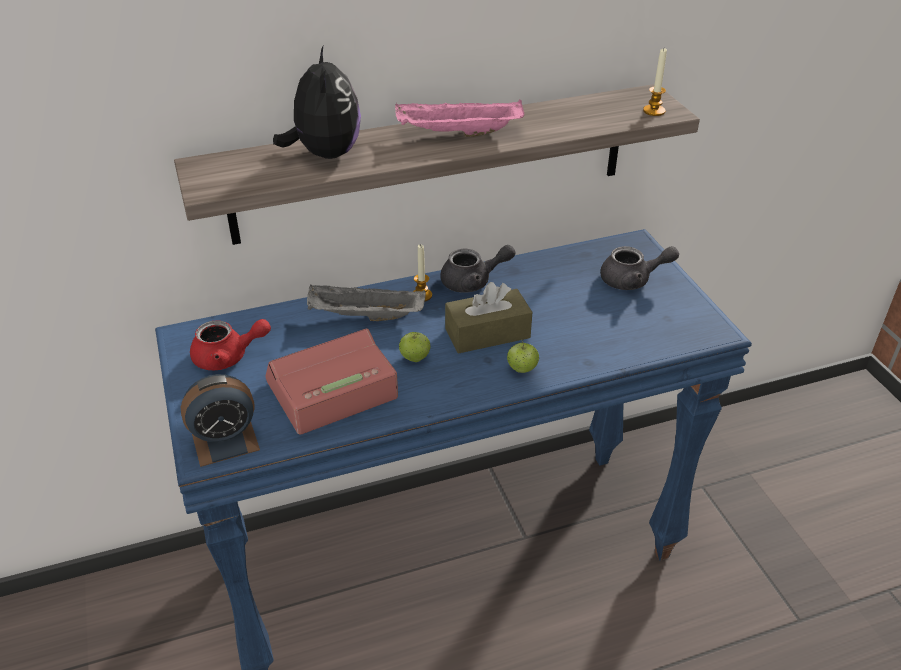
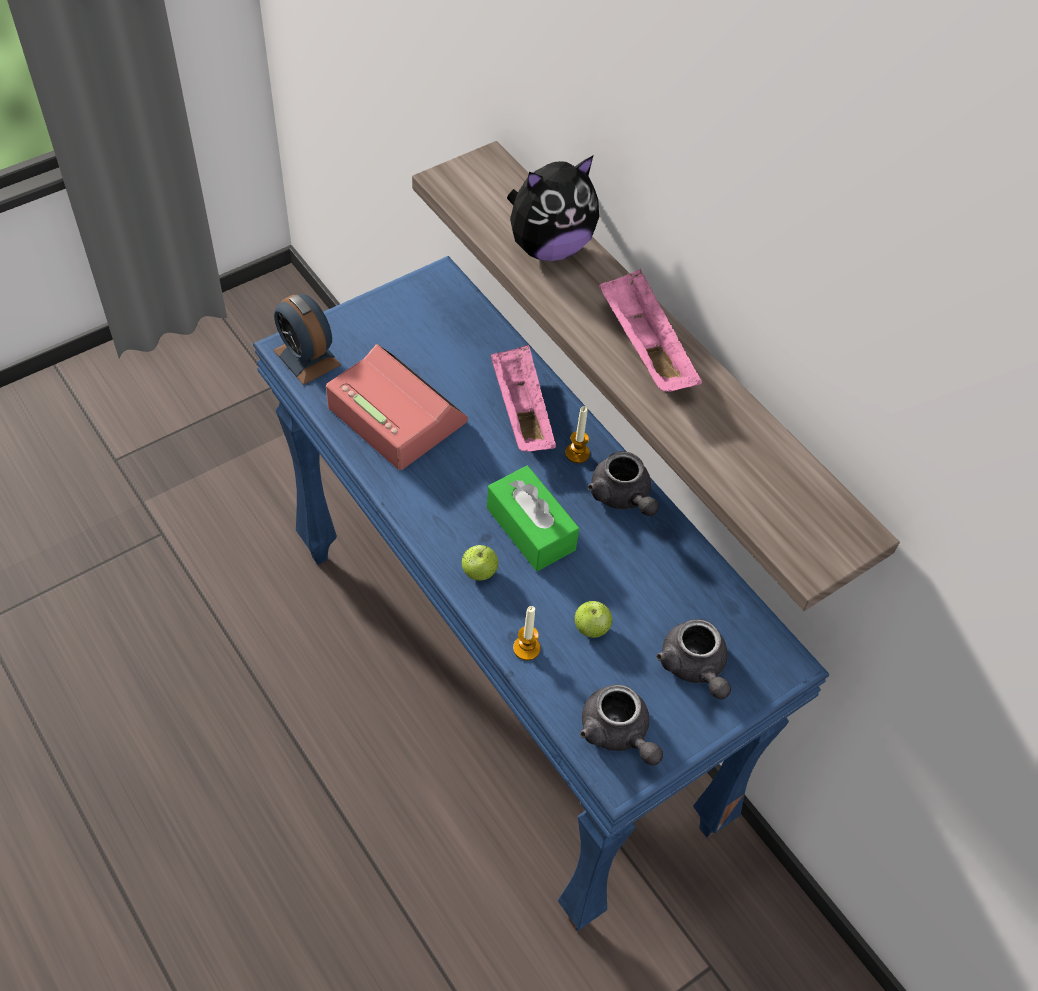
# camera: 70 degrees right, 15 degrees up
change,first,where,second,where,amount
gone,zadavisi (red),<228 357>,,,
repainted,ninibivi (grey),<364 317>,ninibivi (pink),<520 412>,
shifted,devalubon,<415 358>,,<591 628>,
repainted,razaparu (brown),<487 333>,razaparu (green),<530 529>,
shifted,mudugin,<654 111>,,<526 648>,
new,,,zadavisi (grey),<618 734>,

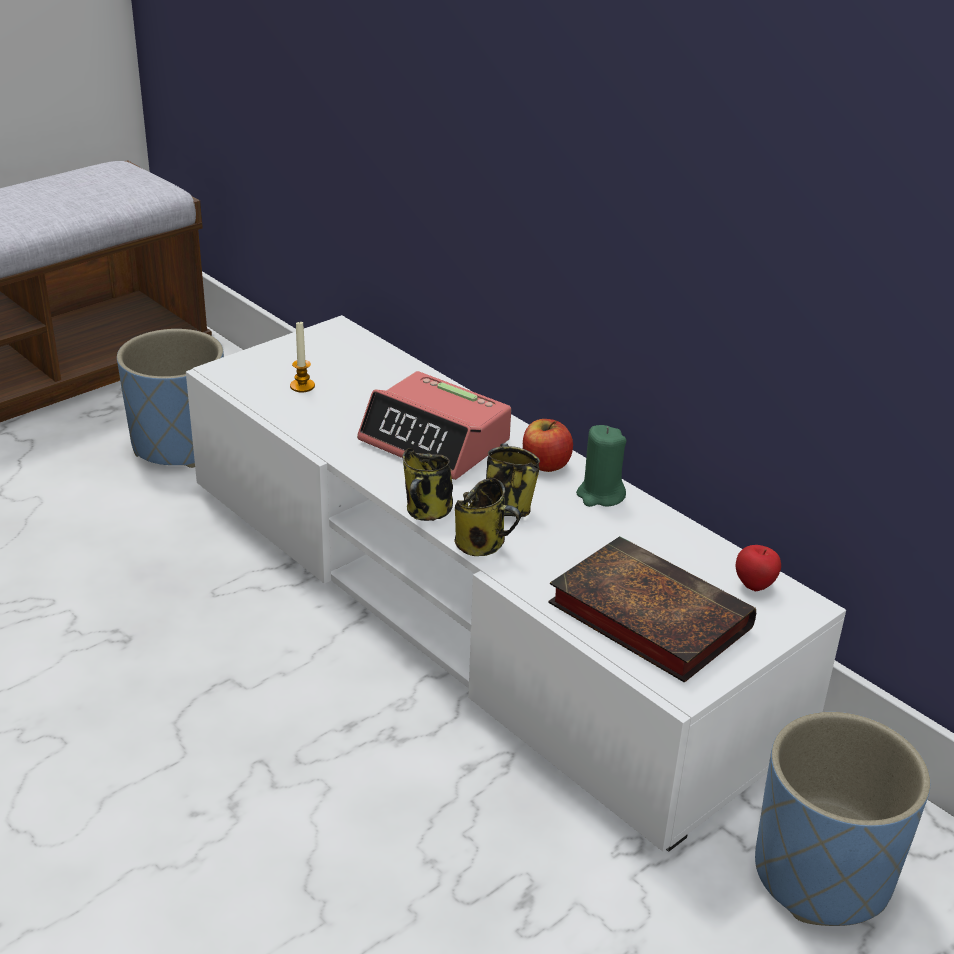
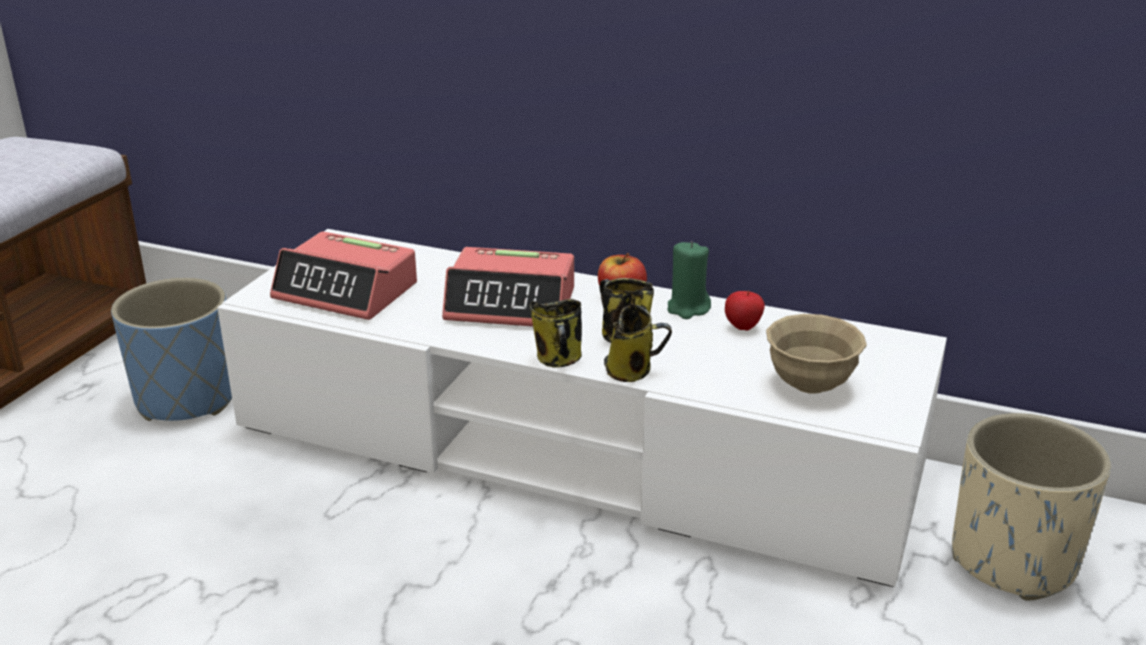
# camera: 25 degrees left, 5 degrees down
change,first,where,second,where,amount
swapped,mudugin,<302 386>,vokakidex,<346 291>,
swapped,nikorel,<644 615>,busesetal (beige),<810 384>,
shifted,devalubon,<755 586>,,<743 327>,
repainted,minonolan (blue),<822 875>,minonolan (beige),<1013 561>,

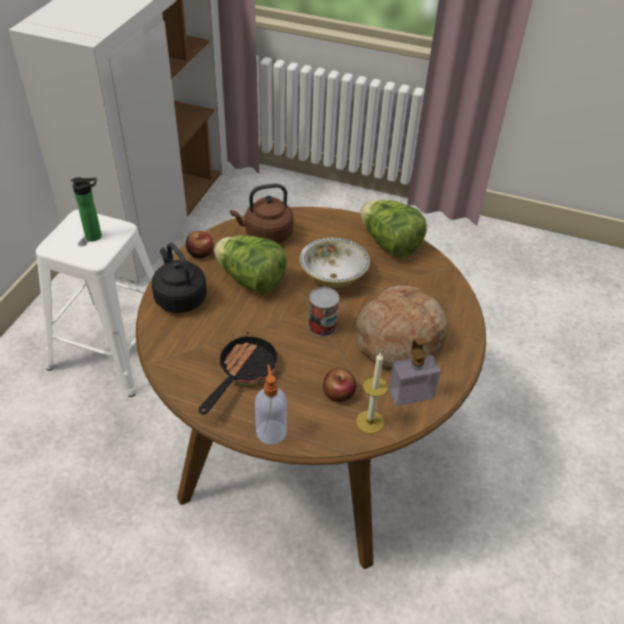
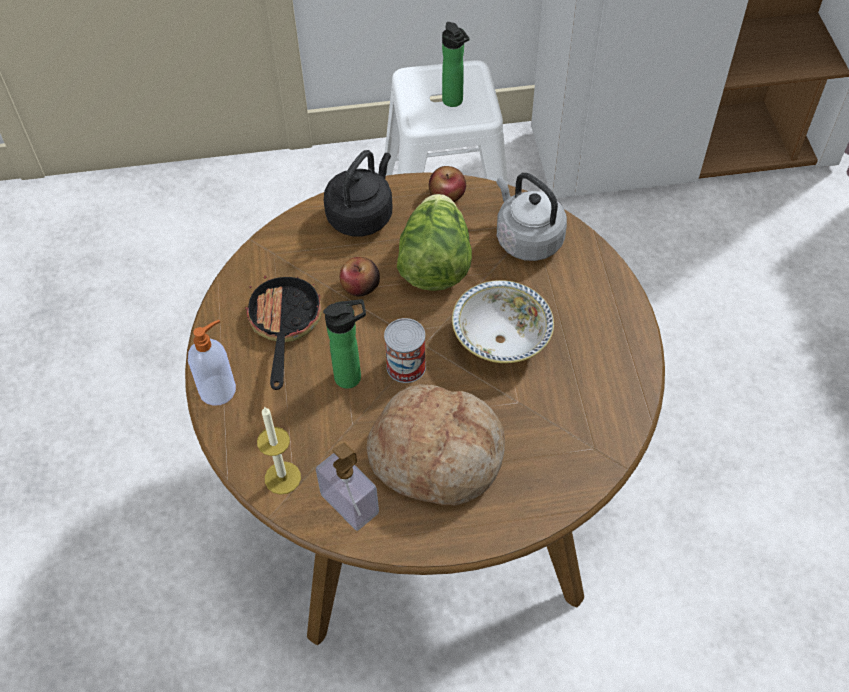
# camera: 65 degrees right, 10 degrees up
change,first,where,second,where,amount
rotated,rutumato,<242 374>,,<284 326>,90 degrees counterclockwise
repainted,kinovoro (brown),<266 235>,kinovoro (grey),<526 238>,
shifted,devalubon,<338 393>,,<360 286>,
gone,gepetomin,<389 244>,,,
new,,,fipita,<352 377>,

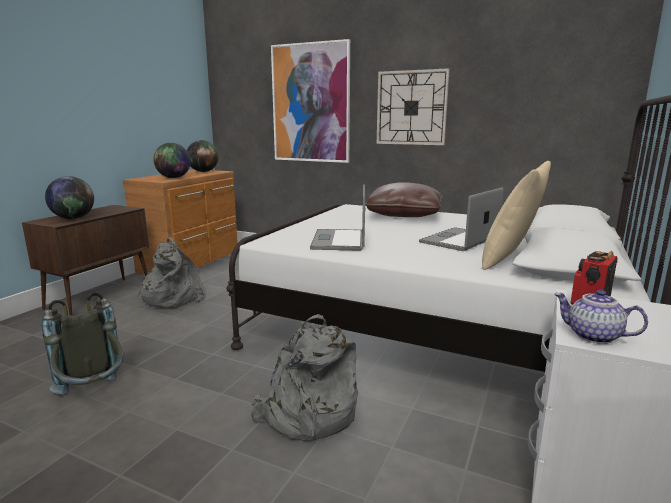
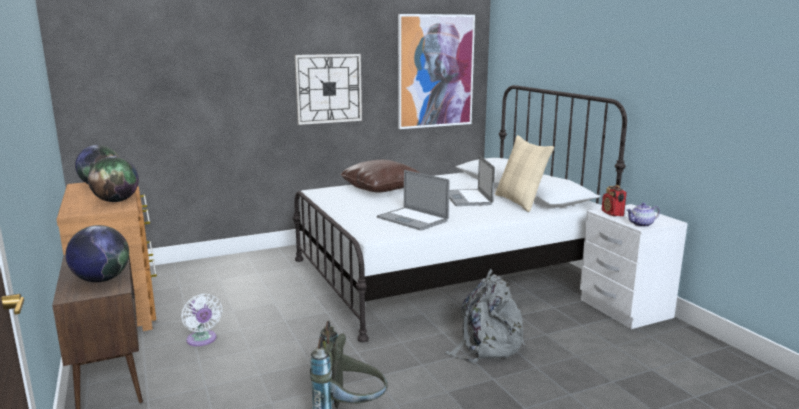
# camera: 50 degrees left, 0 degrees up
change,first,where,second,where,amount
swapped,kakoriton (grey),<172 298>,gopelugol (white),<202 340>,
shifted,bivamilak,<311 103>,,<435 71>,

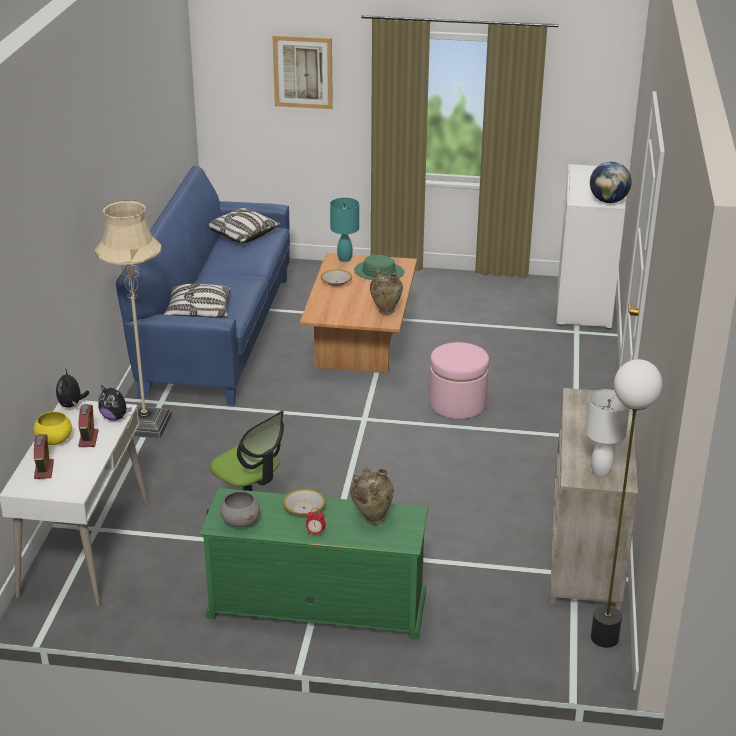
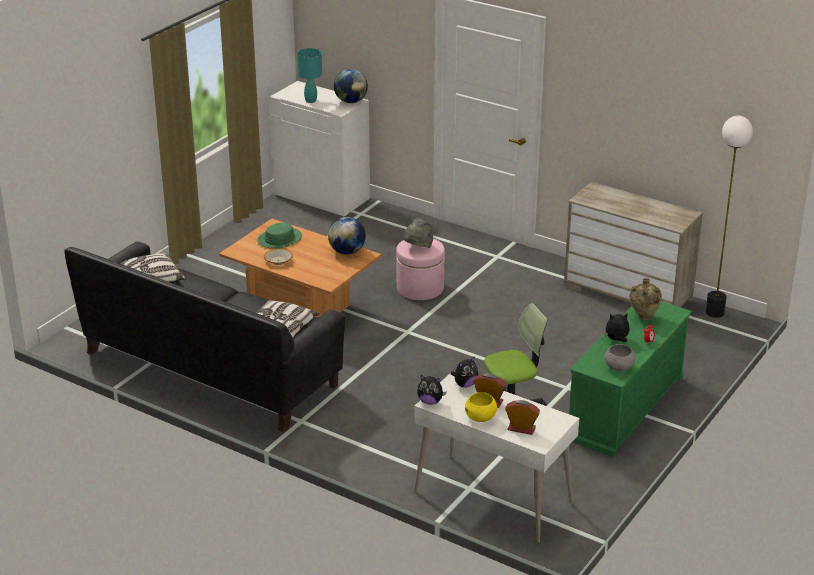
# camera: 65 degrees left, 0 degrees up
change,first,where,second,where,amount
gone,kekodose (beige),<145 424>,,,
repainted,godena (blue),<217 334>,godena (black),<210 369>,
gone,bivamilak,<303 72>,,,
swapped,busesetal,<304 508>,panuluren,<617 340>,
shifted,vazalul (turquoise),<345 258>,,<310 100>,
swapped,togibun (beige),<386 310>,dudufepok,<347 252>,
gone,vazalul (white),<601 471>,,,
new,,,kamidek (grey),<418 247>,

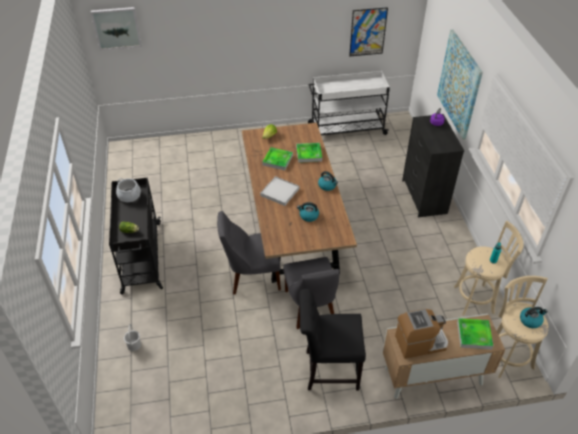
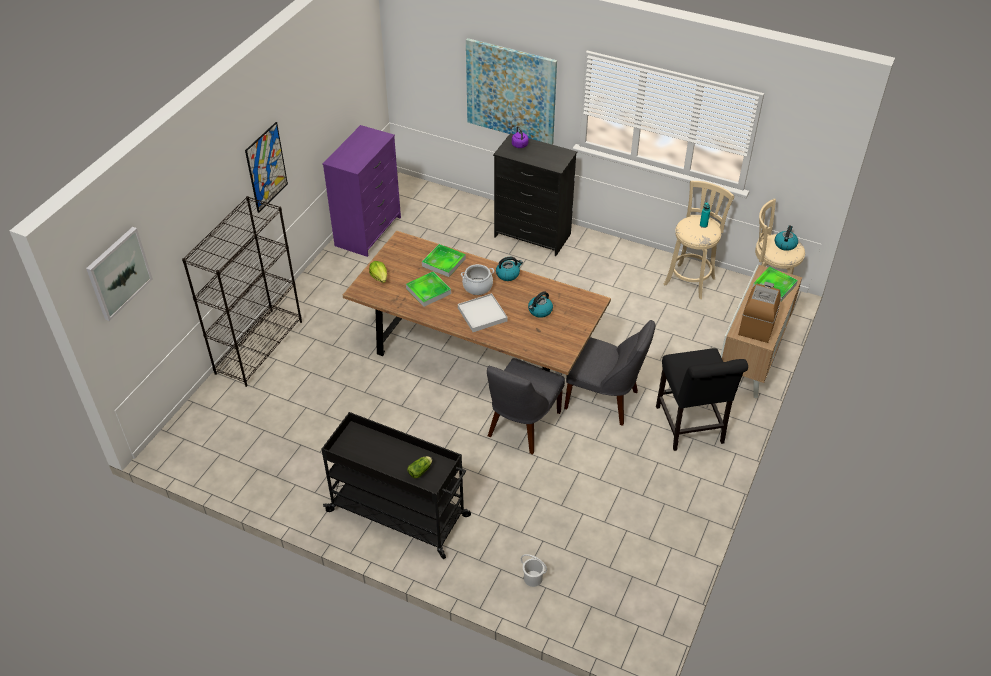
# camera: 55 degrees left, 0 degrees up
change,first,where,second,where,amount
shifted,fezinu,<129 196>,,<477 287>,
rotated,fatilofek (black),<328 370>,,<690 428>,45 degrees counterclockwise
swapped,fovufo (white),<346 129>,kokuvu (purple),<368 231>,
shifted,bivamilak,<368 32>,,<266 167>,
new,,,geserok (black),<259 346>,

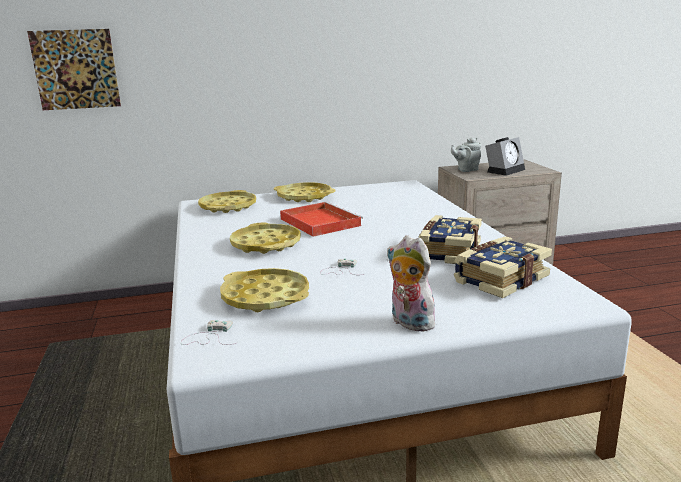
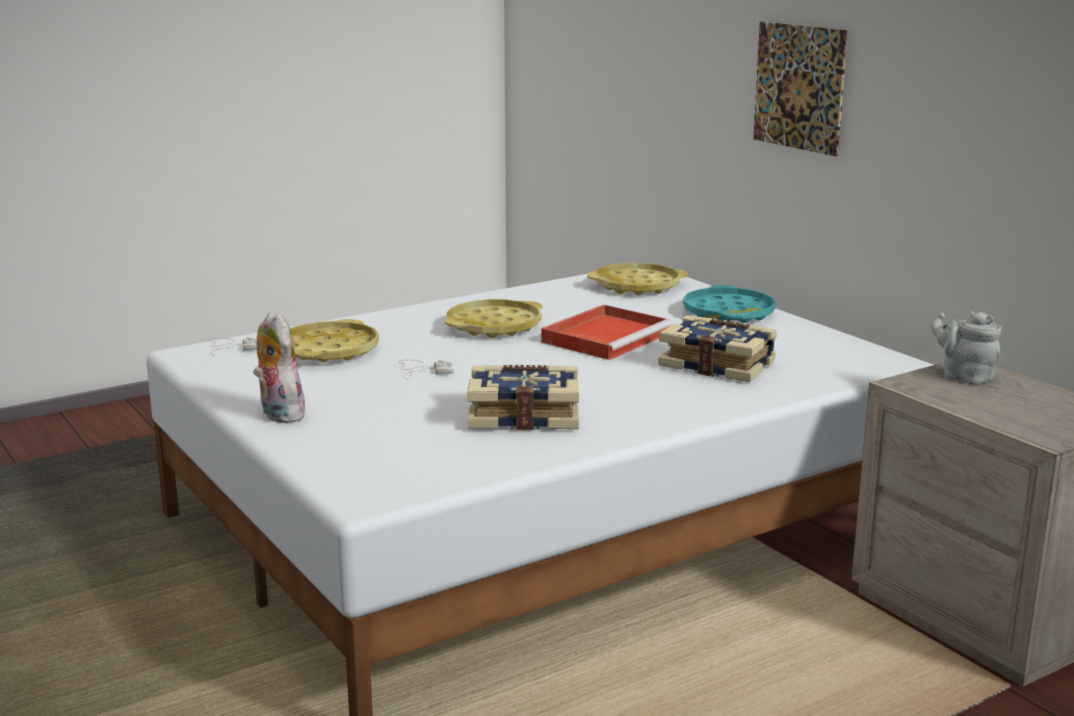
# camera: 70 degrees right, 0 degrees up
change,first,where,second,where,amount
shifted,bivamilak,<75 69>,,<799 87>,
repainted,ninibivi (yellow),<304 197>,ninibivi (turquoise),<728 313>,
rotated,panuluren,<409 323>,,<278 414>,60 degrees counterclockwise
shifted,nikorel,<499 279>,,<718 365>,
gone,vokakidex,<505 170>,,,

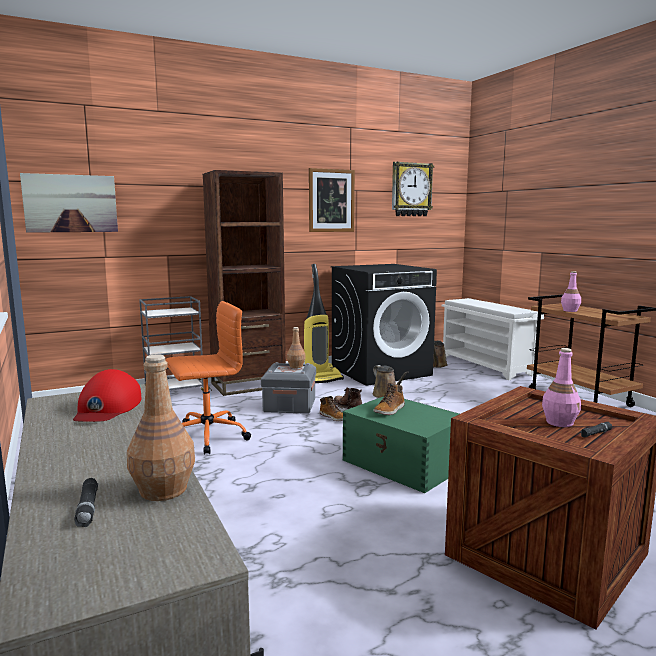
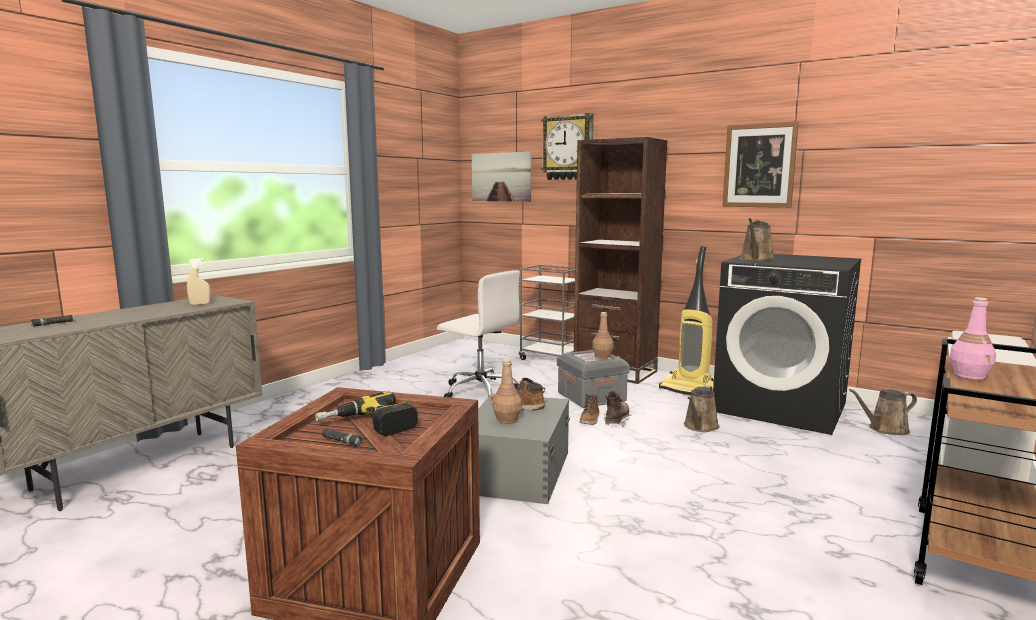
# camera: 60 degrees right, 0 degrees up
change,first,where,second,where,amount
swapped,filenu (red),<107 408>,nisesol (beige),<200 304>,
shifted,fipita (brown),<162 490>,,<506 420>,
repainted,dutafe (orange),<206 436>,dutafe (white),<479 391>,
repainted,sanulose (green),<404 464>,sanulose (grey),<516 472>,
shifted,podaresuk,<411 189>,,<568 147>,
swapped,fipita (pink),<559 422>,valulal,<368 426>,
new,,,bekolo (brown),<756 259>,

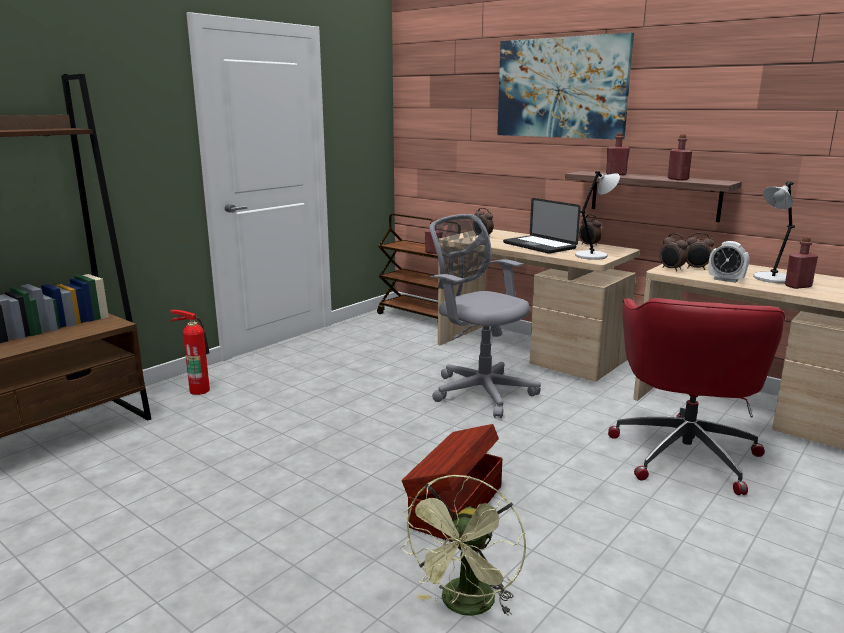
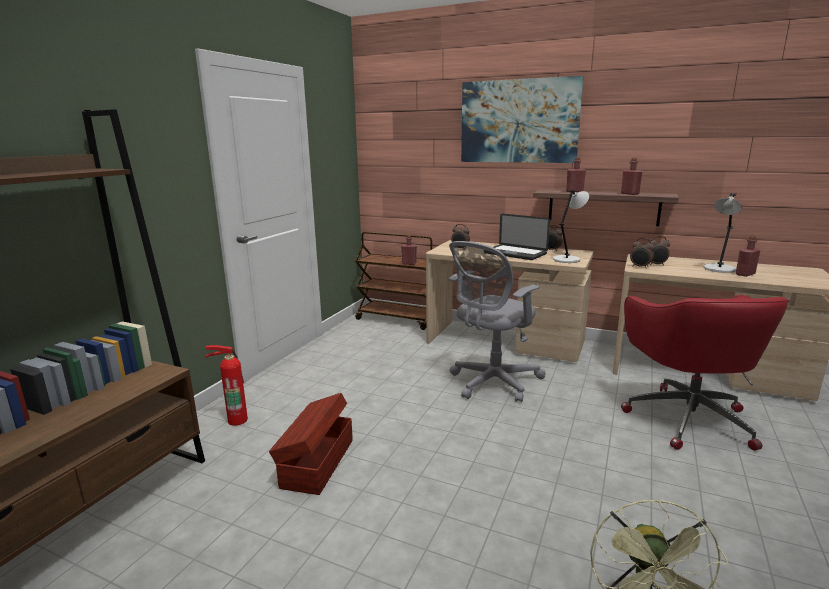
# camera: 15 degrees left, 0 degrees up
change,first,where,second,where,amount
shifted,sanulose (brown),<454 506>,,<316 463>,
rotated,dutafe (grey),<479 391>,,<492 383>,75 degrees counterclockwise
gone,vokakidex,<726 280>,,,

